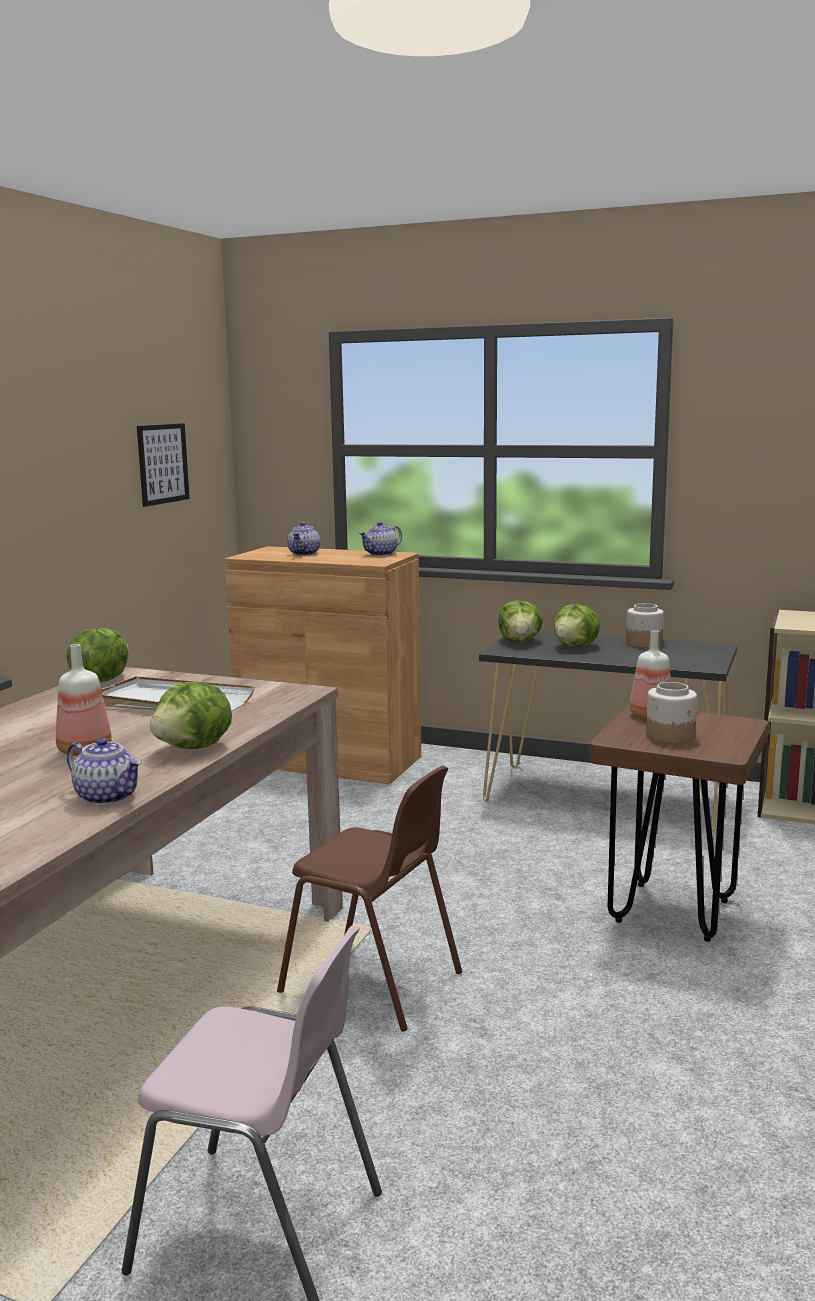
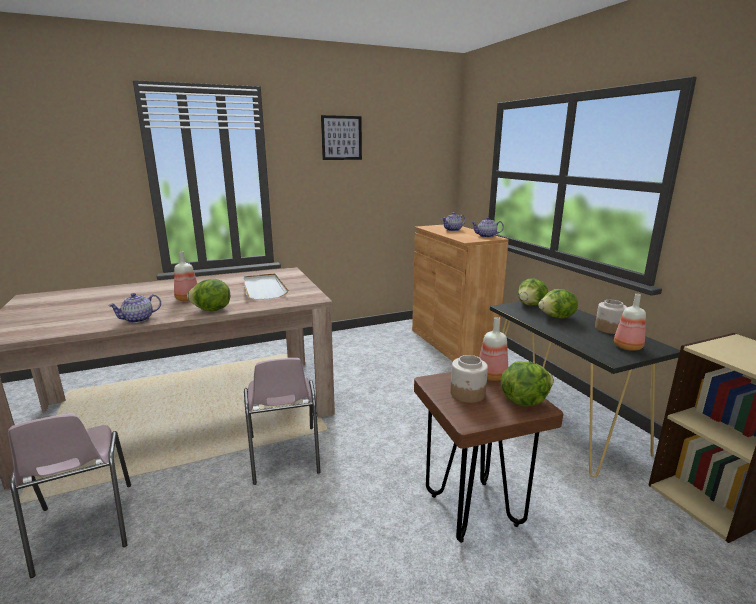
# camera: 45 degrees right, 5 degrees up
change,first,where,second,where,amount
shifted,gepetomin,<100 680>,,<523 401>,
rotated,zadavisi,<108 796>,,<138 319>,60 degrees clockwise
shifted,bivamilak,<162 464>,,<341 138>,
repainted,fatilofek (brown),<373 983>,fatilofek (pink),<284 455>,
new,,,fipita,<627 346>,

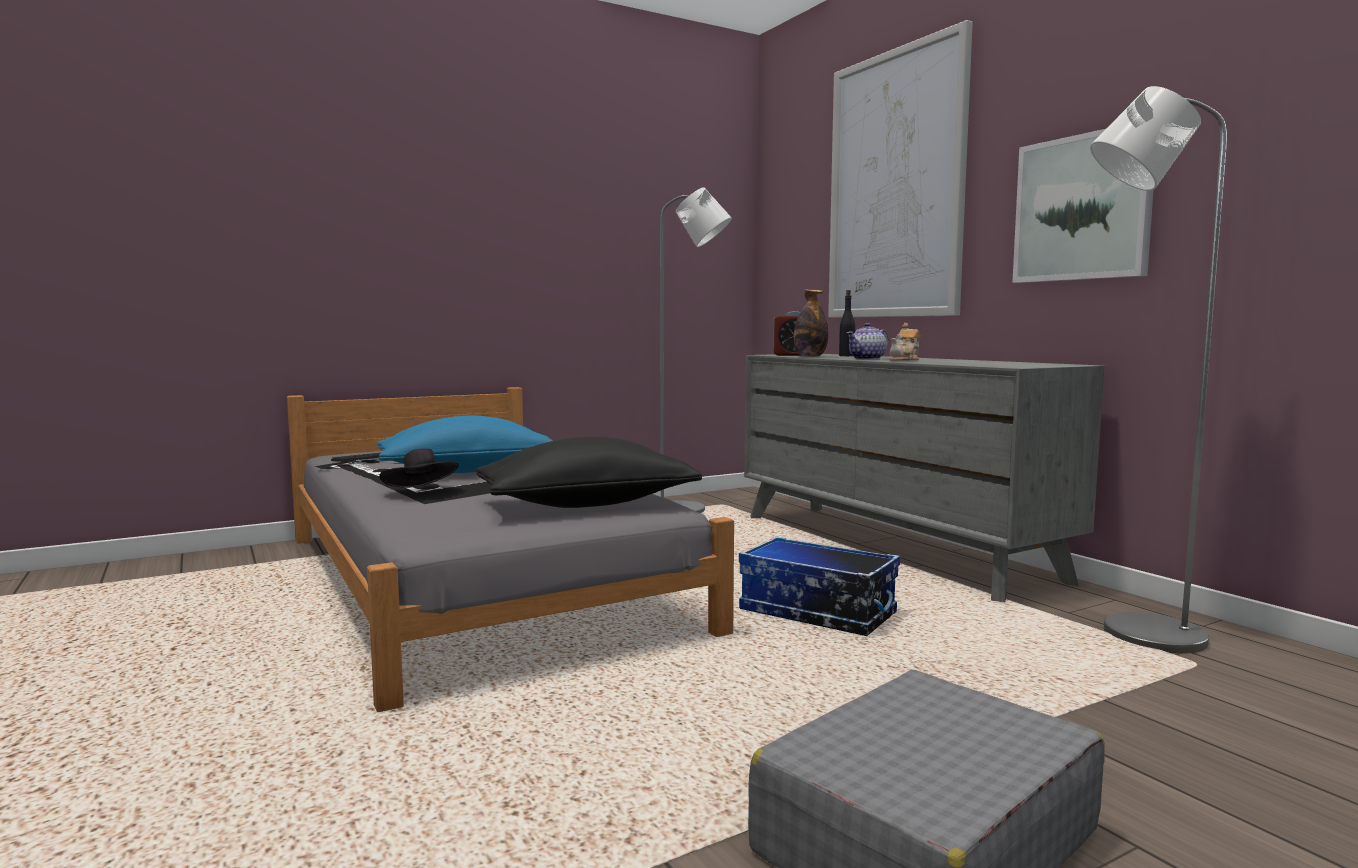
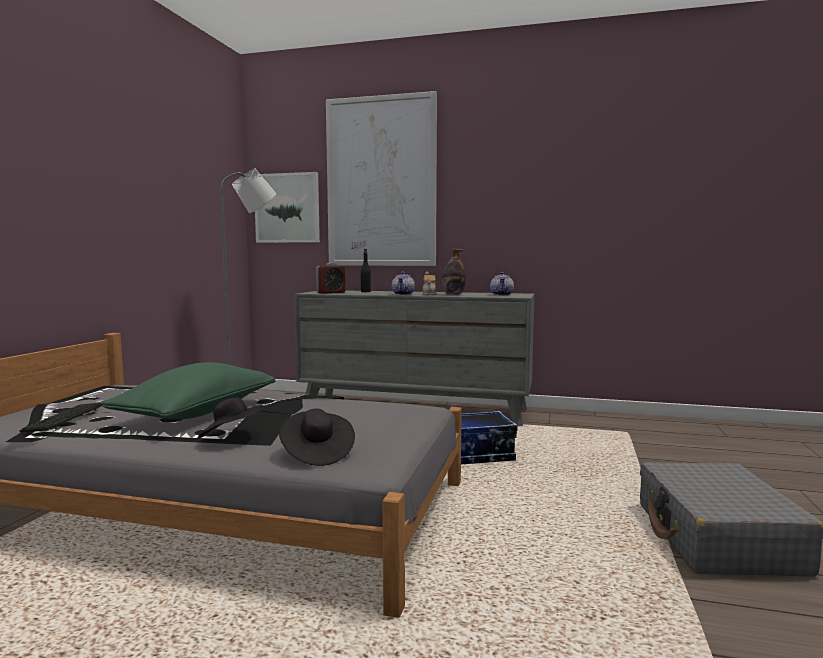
# camera: 45 degrees left, 0 degrees up
change,first,where,second,where,amount
repainted,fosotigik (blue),<468 471>,fosotigik (green),<197 413>,
gone,fosotigik (black),<587 504>,,,
shifted,fipita,<810 356>,,<453 294>,
shifted,bivamilak,<1083 208>,,<287 208>,
gone,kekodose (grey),<1134 634>,,,
new,,,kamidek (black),<316 454>,
new,,,zadavisi,<502 295>,

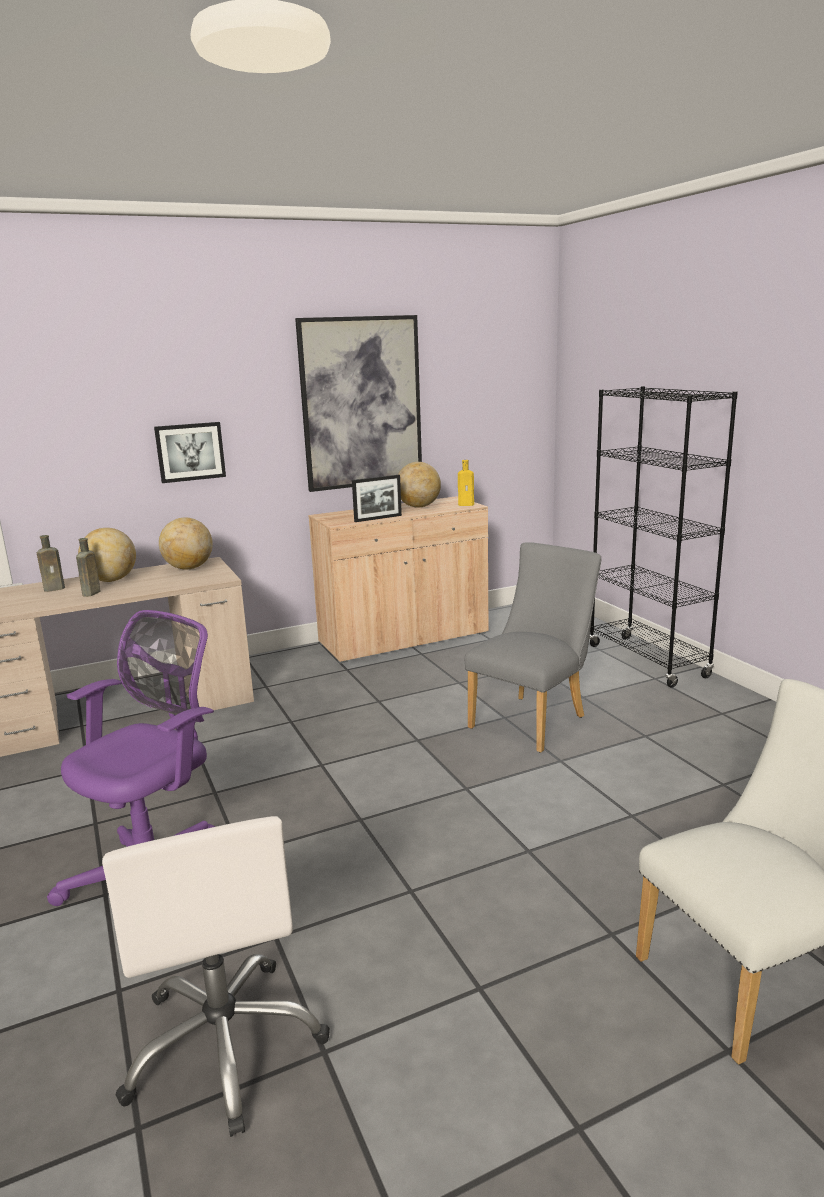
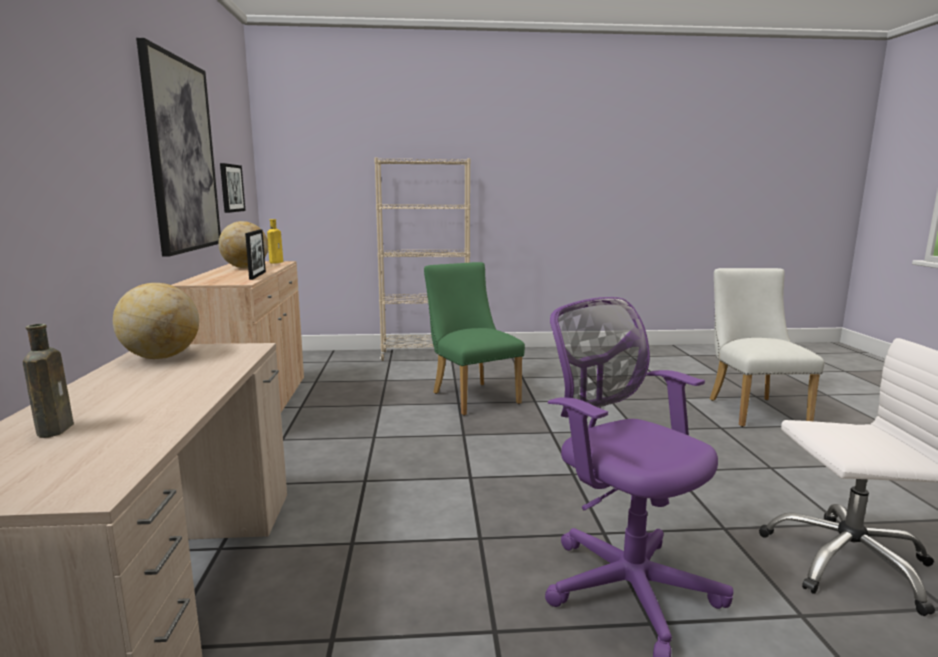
# camera: 70 degrees left, 5 degrees down
change,first,where,second,where,amount
gone,fipita (brown),<90 594>,,,
gone,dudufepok,<111 580>,,,
shifted,bivamilak,<190 452>,,<231 188>,
repainted,fatilofek (grey),<533 719>,fatilofek (green),<471 396>,
repainted,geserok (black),<647 661>,geserok (beige),<425 355>,

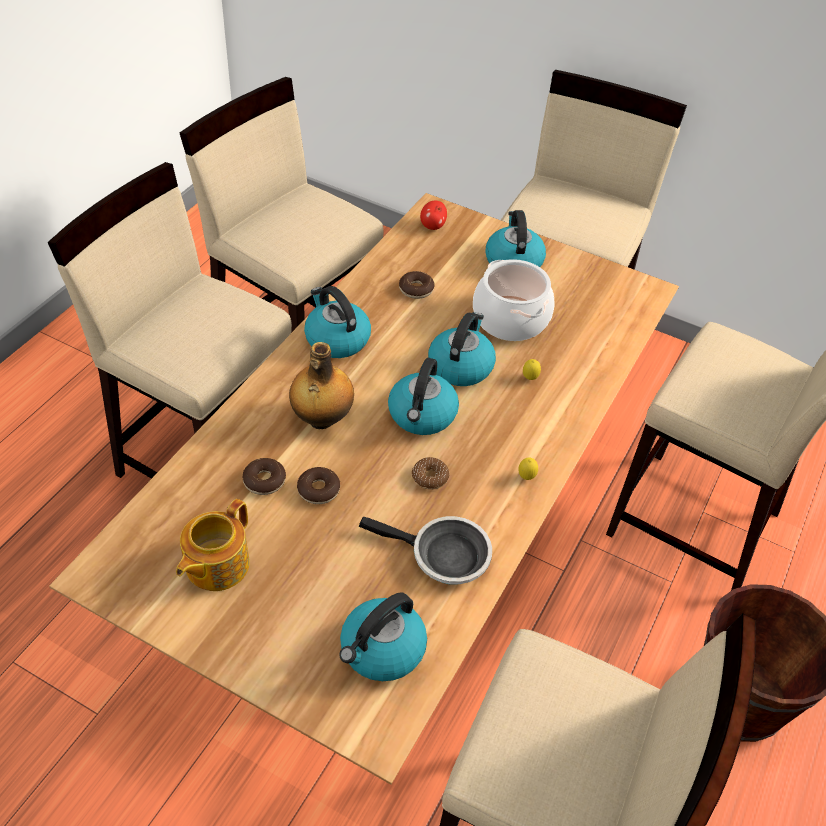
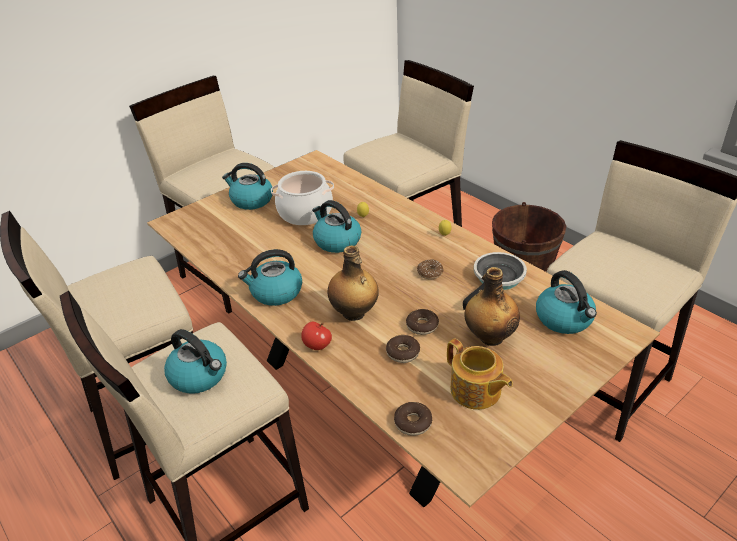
# camera: 65 degrees left, 10 degrees down
change,first,where,second,where,amount
shifted,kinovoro,<422 415>,,<200 376>,
shifted,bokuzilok,<416 289>,,<413 422>,
shifted,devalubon,<432 226>,,<317 345>,
new,,,fipita,<489 337>,

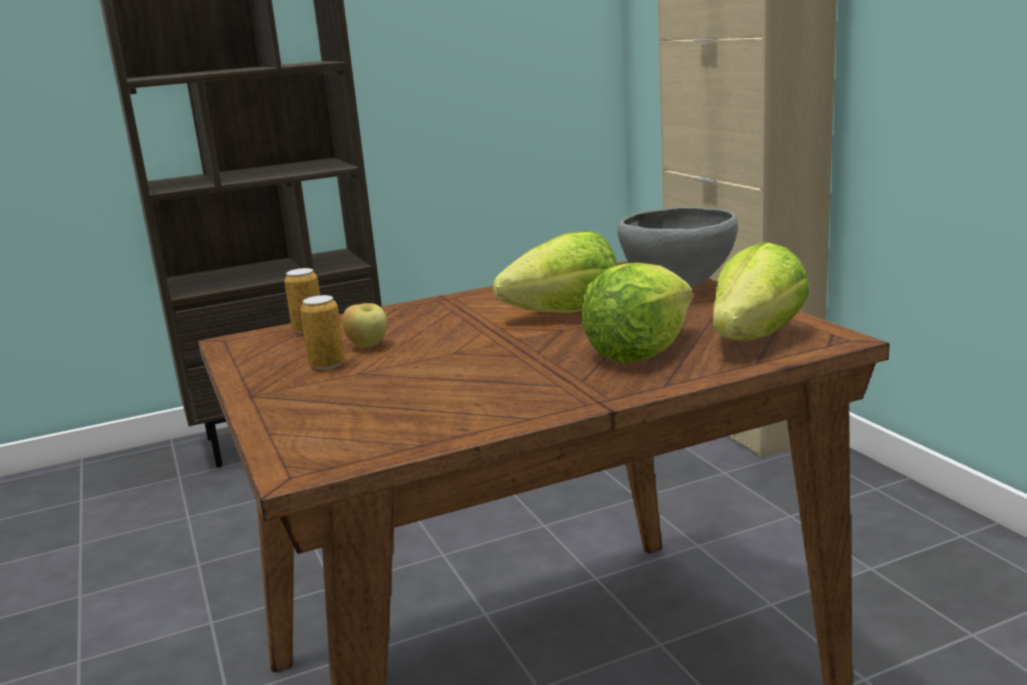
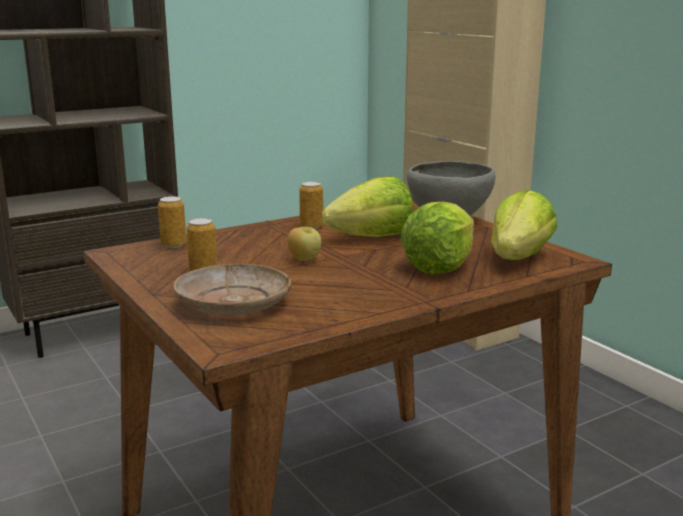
# camera: 10 degrees left, 0 degrees up
change,first,where,second,where,amount
shifted,devalubon,<368 346>,,<305 260>,
new,,,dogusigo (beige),<233 303>,
new,,,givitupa,<311 226>,

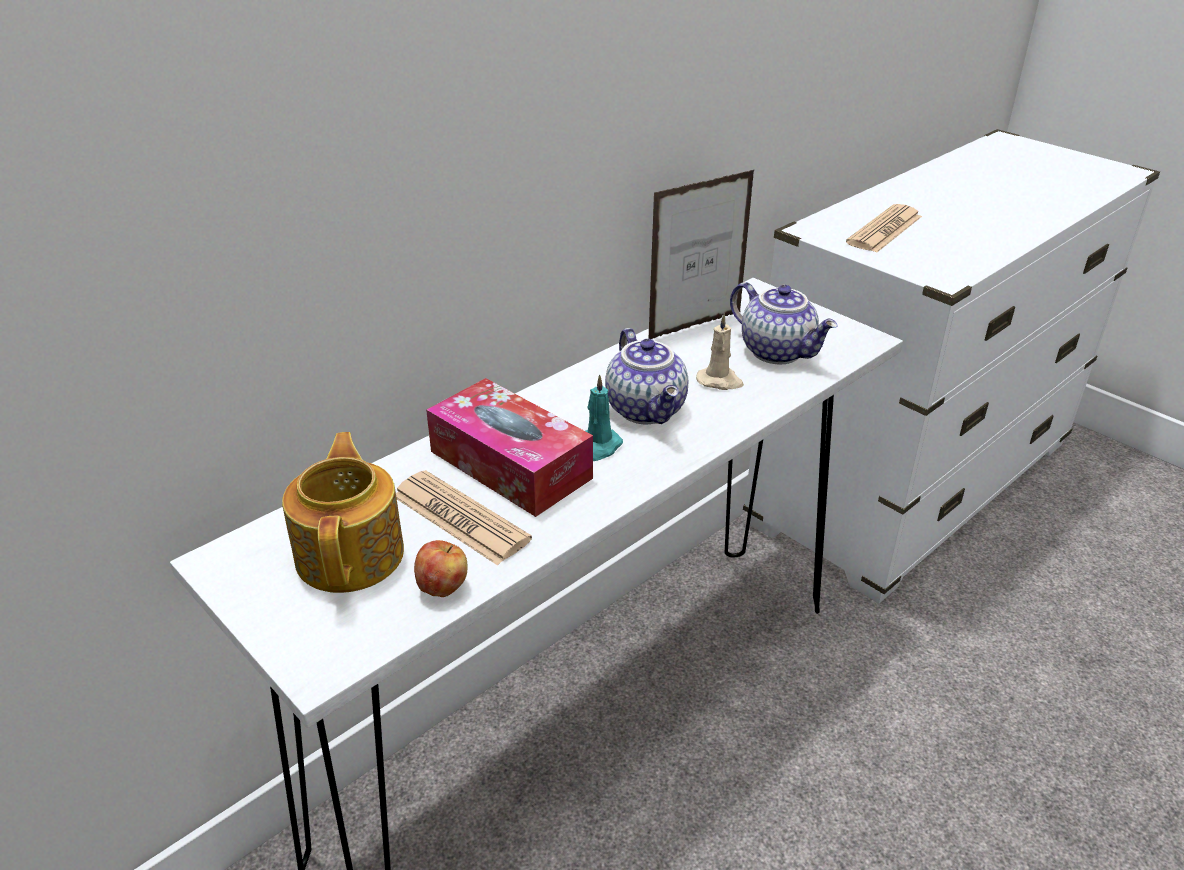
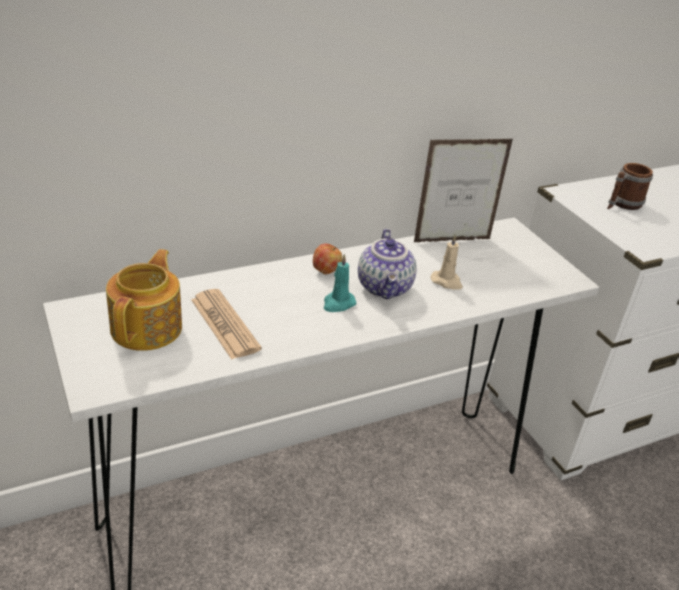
# camera: 15 degrees right, 0 degrees up
change,first,where,second,where,amount
shifted,devalubon,<443 587>,,<326 271>,
gone,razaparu,<510 464>,,,
gone,zadavisi,<778 351>,,,
swapped,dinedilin,<884 230>,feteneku,<622 204>,

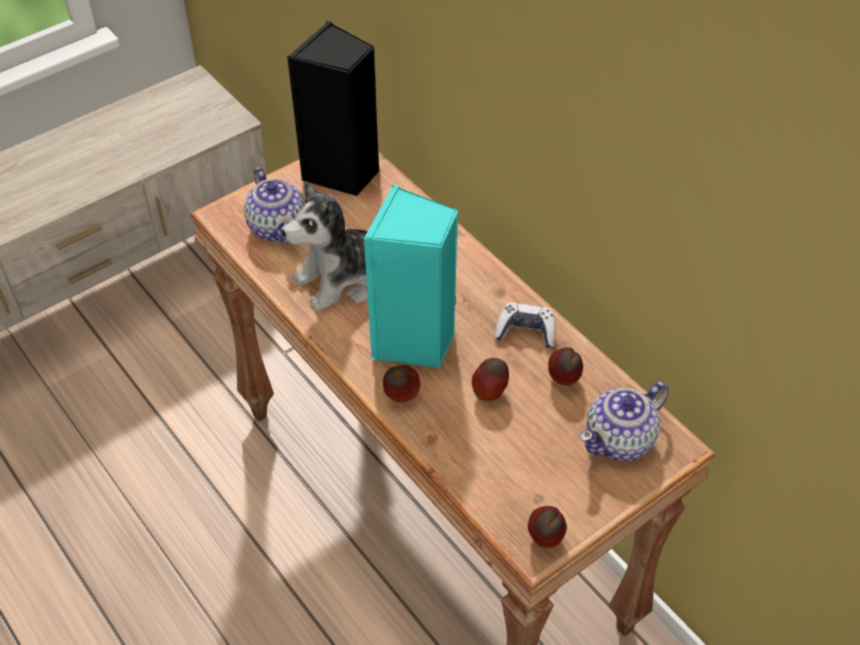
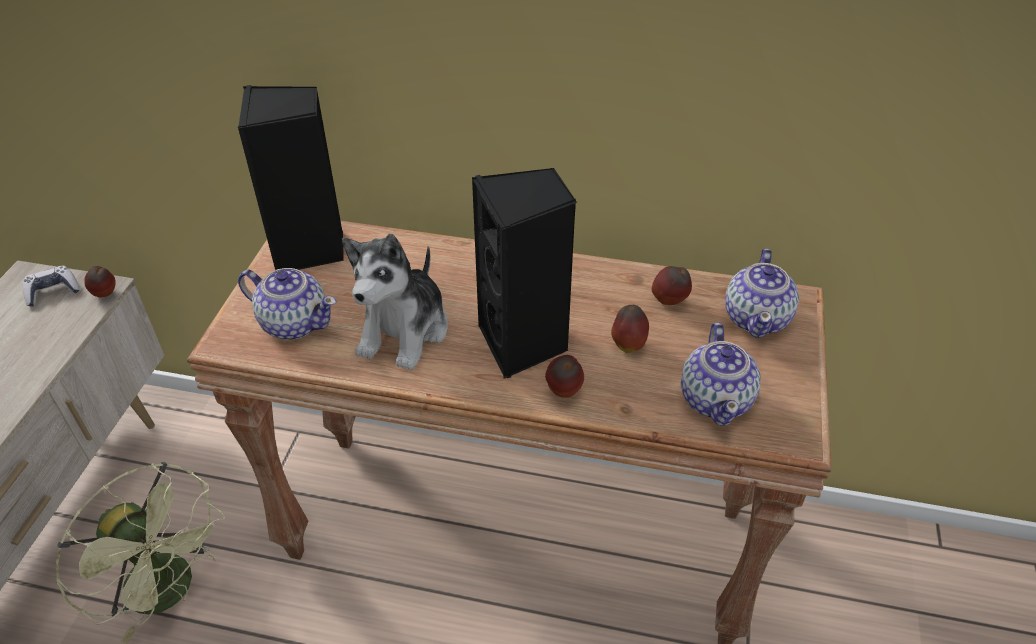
# camera: 40 degrees left, 5 degrees down
change,first,where,second,where,amount
repainted,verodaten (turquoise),<414 342>,verodaten (black),<524 344>,
shifted,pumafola,<525 331>,,<52 291>,
shifted,devalubon,<545 539>,,<105 295>,
new,,,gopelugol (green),<171 591>,
new,,,zadavisi,<716 399>,

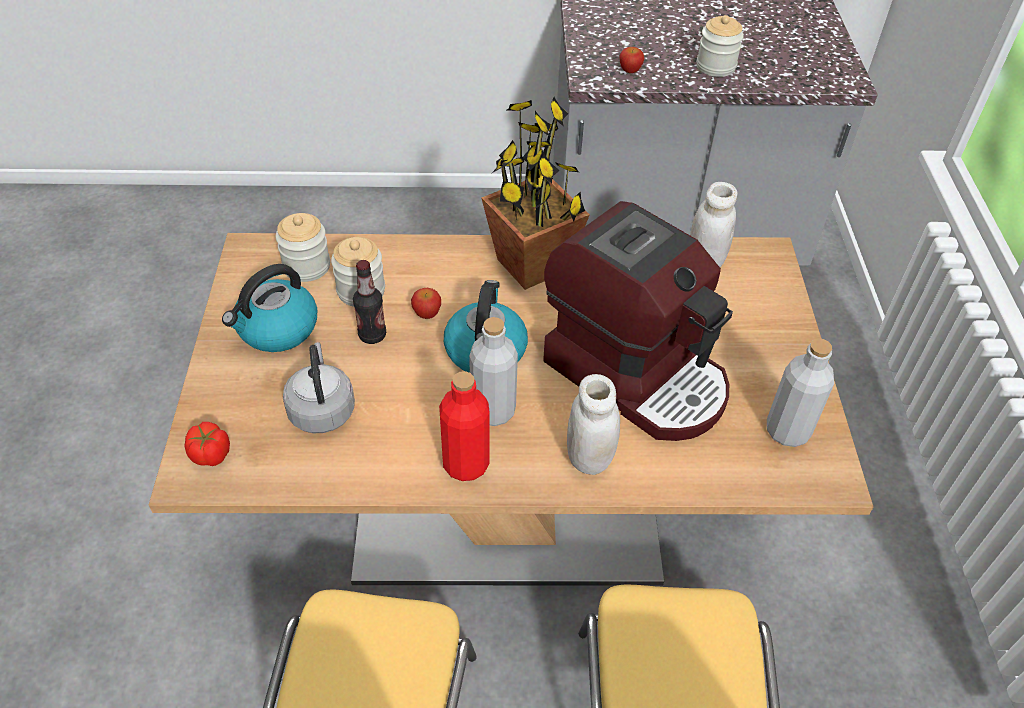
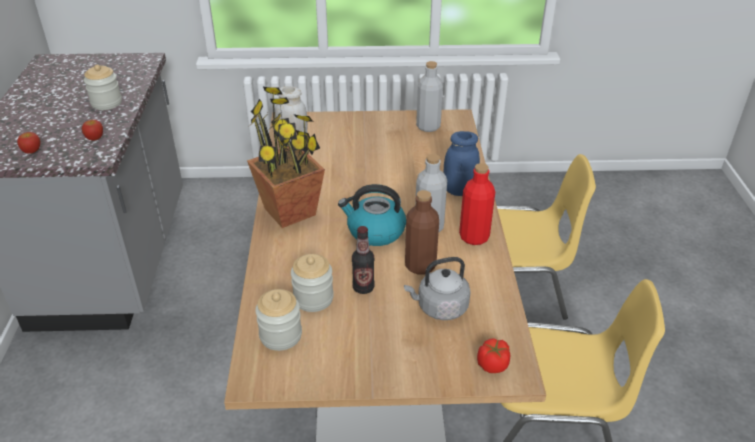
# camera: 90 degrees left, 10 degrees down
change,first,where,second,where,amount
gone,kinovoro,<277 329>,,,
shifted,devalubon,<427 313>,,<32 151>,
gone,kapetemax,<637 374>,,,
repainted,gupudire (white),<589 458>,gupudire (blue),<459 190>,
new,,,fipita (brown),<420 265>,

